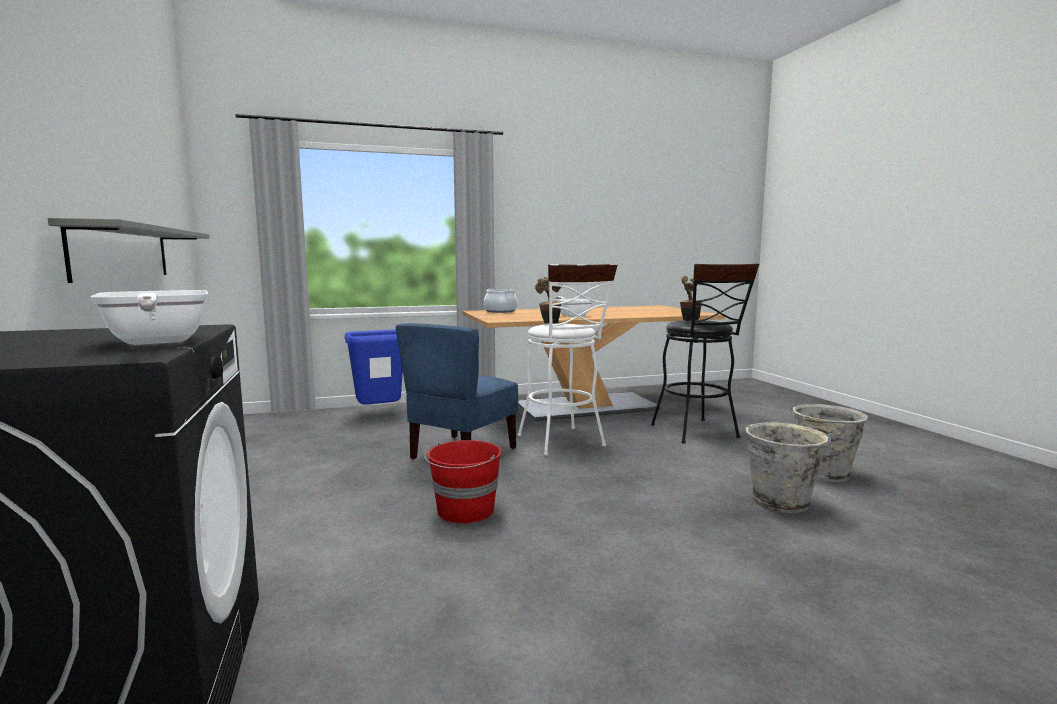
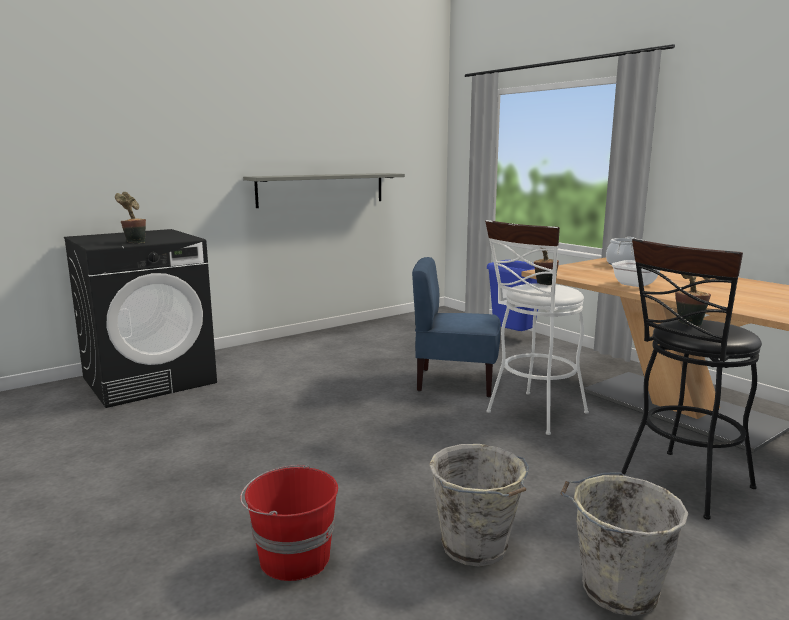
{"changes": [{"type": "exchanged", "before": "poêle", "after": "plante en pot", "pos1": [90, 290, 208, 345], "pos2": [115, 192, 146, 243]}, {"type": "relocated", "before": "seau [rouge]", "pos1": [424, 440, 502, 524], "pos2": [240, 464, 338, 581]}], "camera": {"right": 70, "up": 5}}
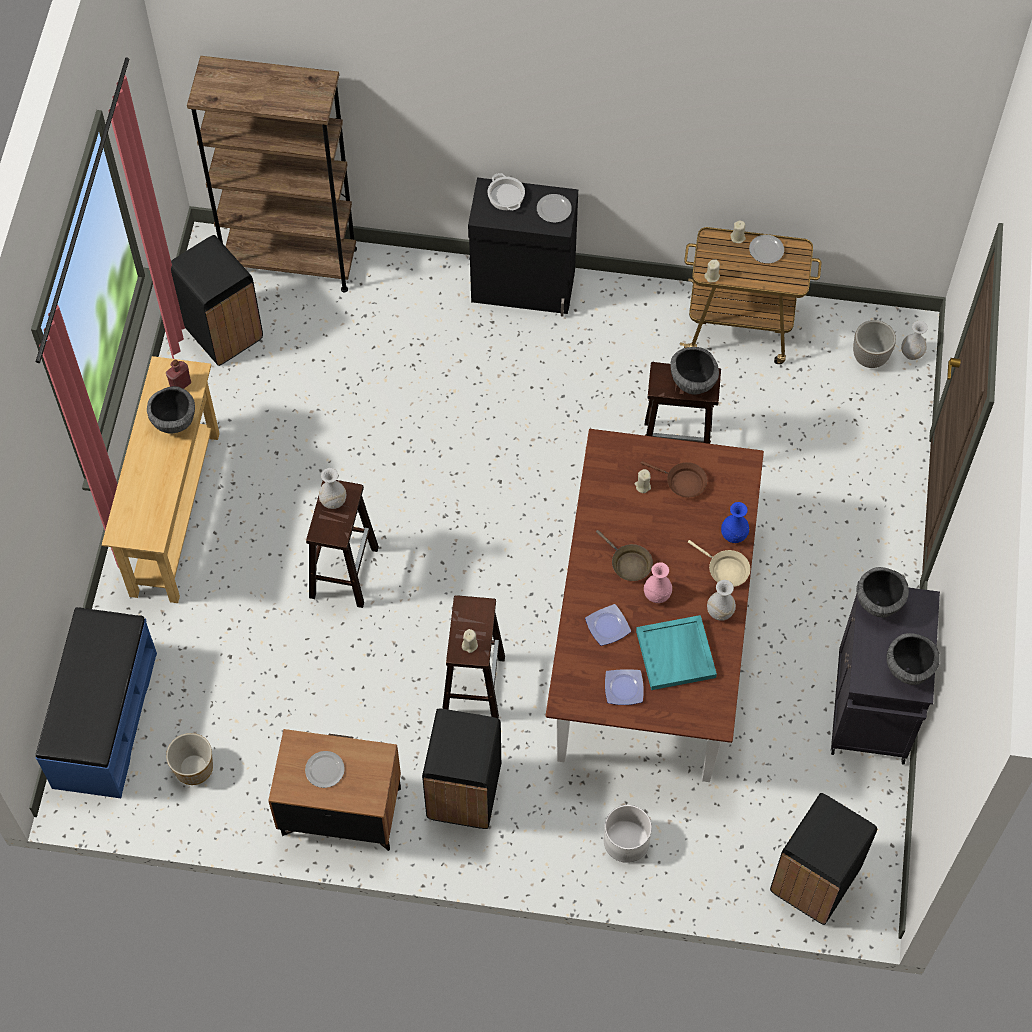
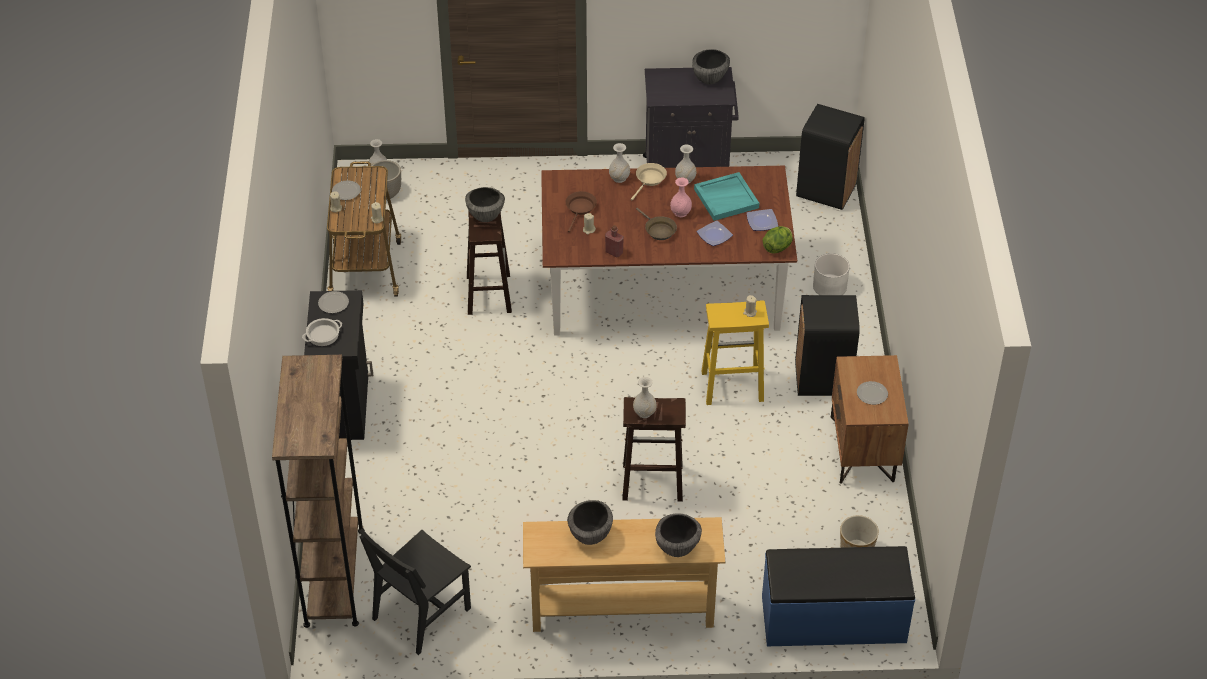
{"changes": [{"type": "relocated", "before": "bouteille [rouge]", "pos1": [166, 360, 191, 389], "pos2": [605, 225, 624, 257]}, {"type": "exchanged", "before": "poubelle [noir]", "after": "chaise [noir]", "pos1": [171, 235, 263, 366], "pos2": [359, 529, 471, 655]}, {"type": "colour", "before": "tabouret [marron]", "after": "tabouret [jaune]", "pos1": [442, 595, 505, 719], "pos2": [701, 300, 769, 405]}, {"type": "spun", "before": "poêle [marron]", "pos1": [596, 530, 653, 581], "pos2": [636, 208, 677, 240], "turn": 105}, {"type": "colour", "before": "vase [bleu]", "after": "vase [blanc]", "pos1": [721, 502, 749, 543], "pos2": [609, 143, 630, 183]}, {"type": "relocated", "before": "bol", "pos1": [857, 567, 909, 617], "pos2": [655, 514, 702, 557]}, {"type": "appeared", "after": "laitue", "pos2": [762, 226, 793, 254]}], "camera": {"right": -100, "up": -15}}
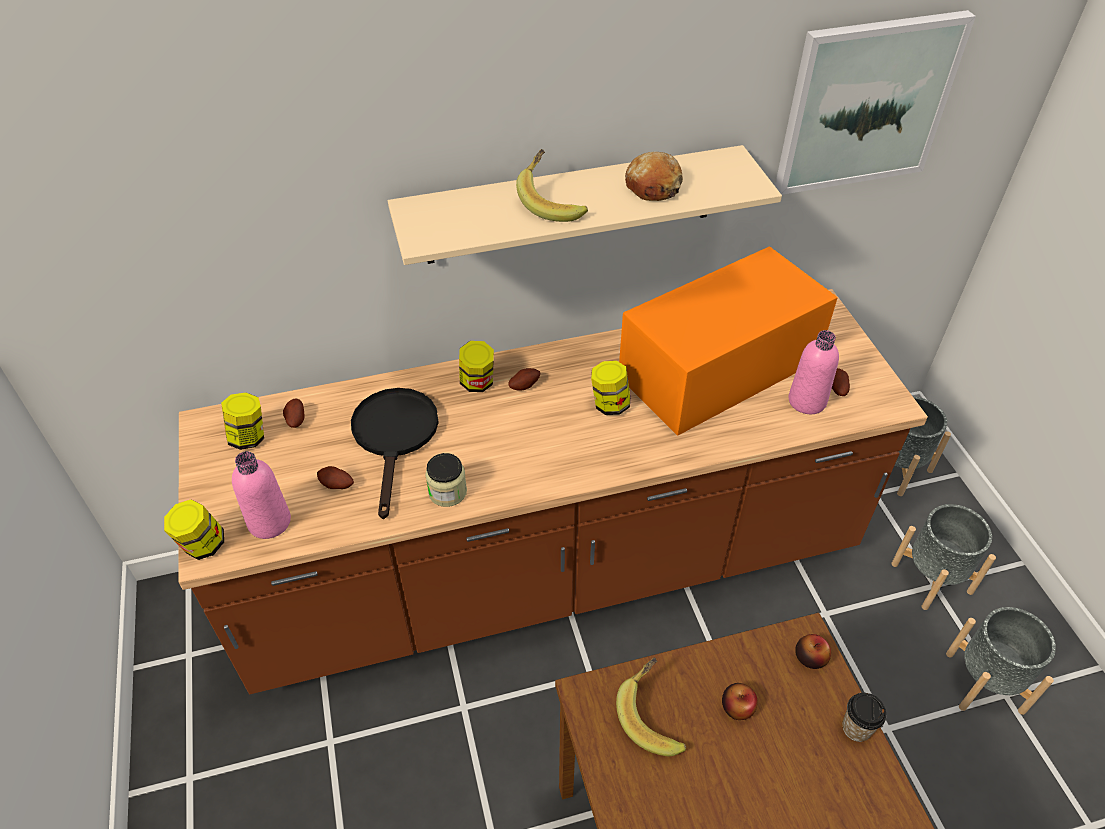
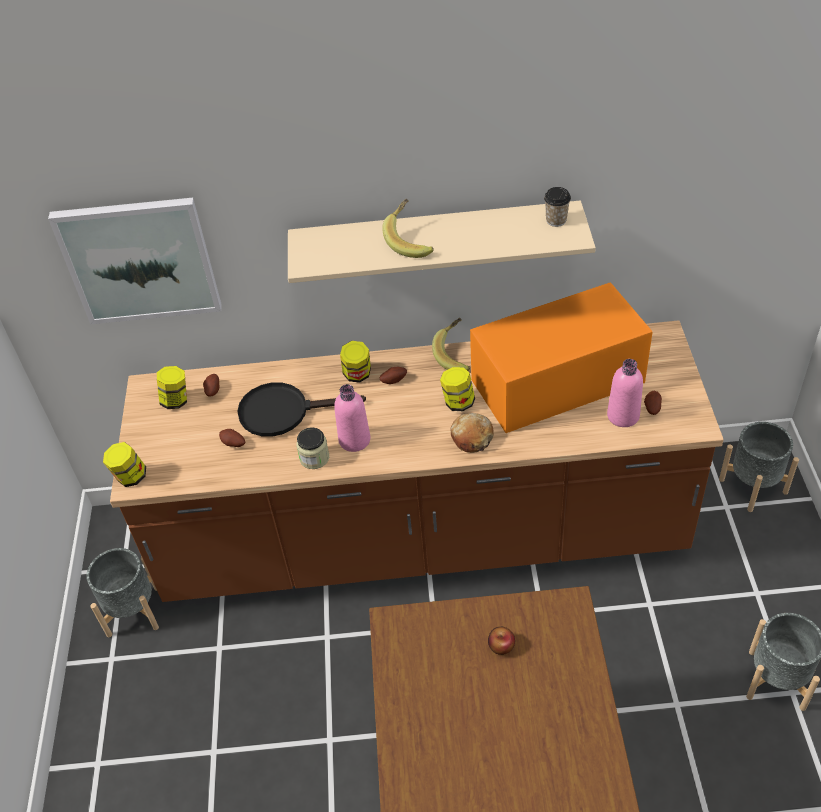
{"changes": [{"type": "relocated", "before": "bouteille [rose]", "pos1": [232, 451, 291, 539], "pos2": [334, 384, 370, 452]}, {"type": "spun", "before": "poêle [noir]", "pos1": [351, 388, 439, 519], "pos2": [237, 382, 366, 437], "turn": -105}, {"type": "relocated", "before": "banane", "pos1": [616, 657, 686, 756], "pos2": [432, 318, 470, 371]}, {"type": "relocated", "before": "pain", "pos1": [625, 151, 683, 201], "pos2": [451, 413, 494, 453]}, {"type": "relocated", "before": "tableau", "pos1": [775, 10, 976, 195], "pos2": [48, 198, 222, 325]}, {"type": "missing", "before": "pomme", "pos1": [795, 634, 831, 669]}, {"type": "relocated", "before": "tasse", "pos1": [842, 693, 886, 742], "pos2": [544, 187, 571, 227]}, {"type": "relocated", "before": "cache-pot [gris]", "pos1": [891, 504, 996, 610], "pos2": [86, 548, 159, 637]}], "camera": {"right": 15, "up": 0}}
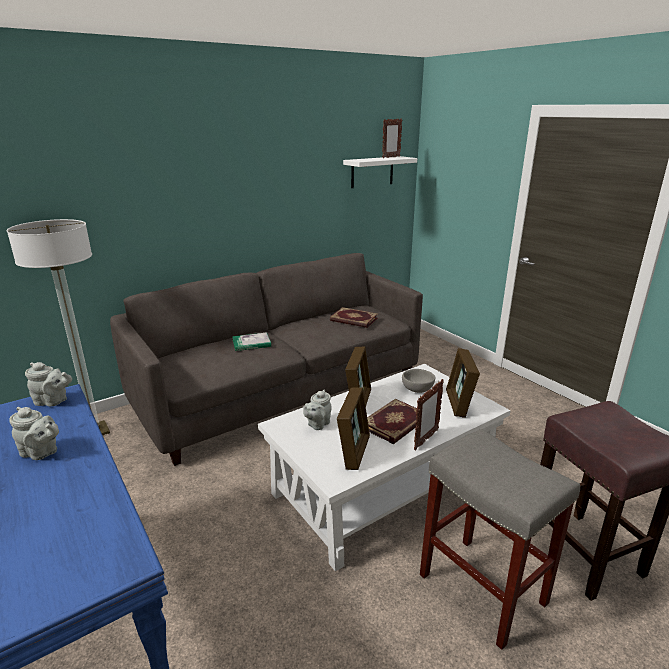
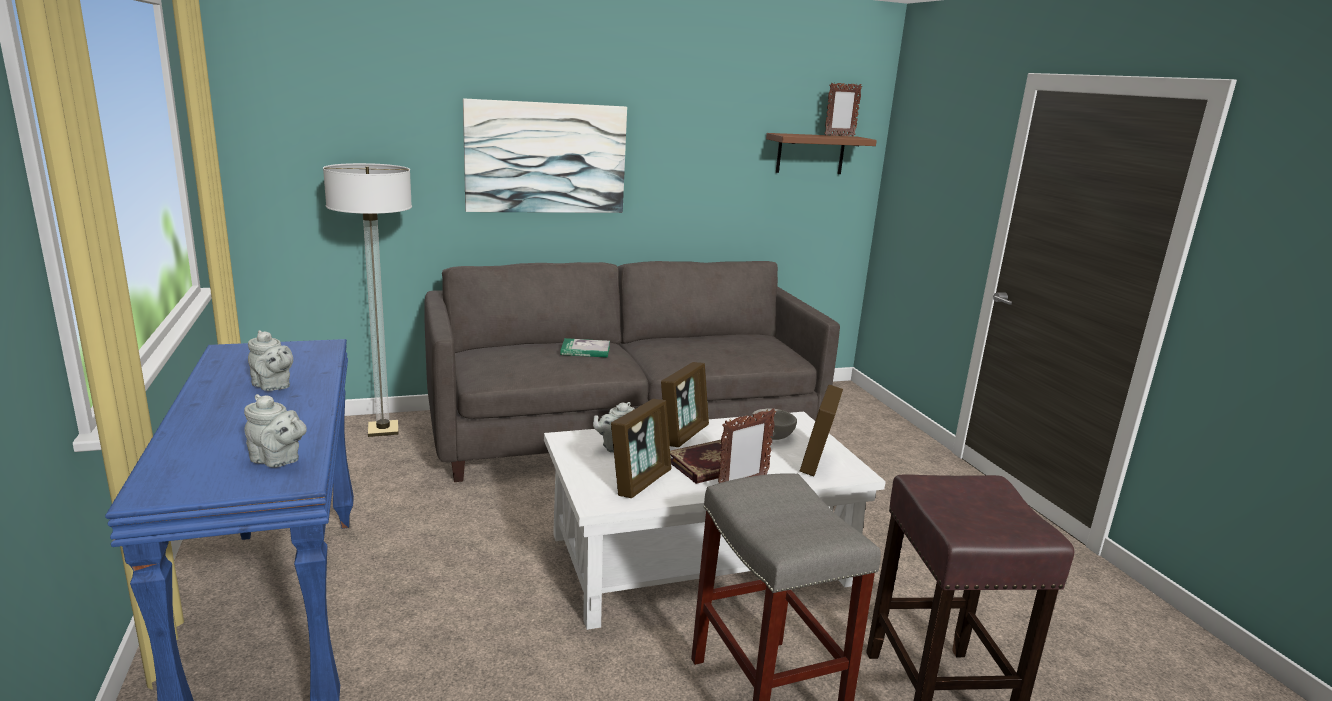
{"changes": [{"type": "relocated", "before": "théière [gris]", "pos1": [25, 362, 72, 406], "pos2": [244, 394, 307, 468]}, {"type": "missing", "before": "livre", "pos1": [330, 307, 378, 328]}, {"type": "colour", "before": "étagère [blanc]", "after": "étagère [marron]", "pos1": [343, 156, 417, 188], "pos2": [766, 133, 877, 174]}, {"type": "appeared", "after": "tableau", "pos2": [463, 98, 627, 213]}], "camera": {"right": 15, "up": -5}}
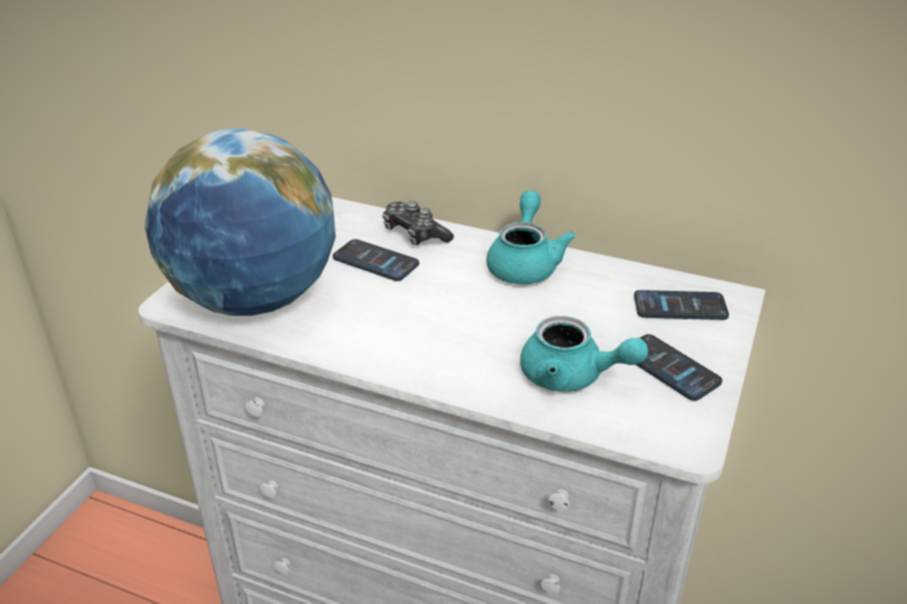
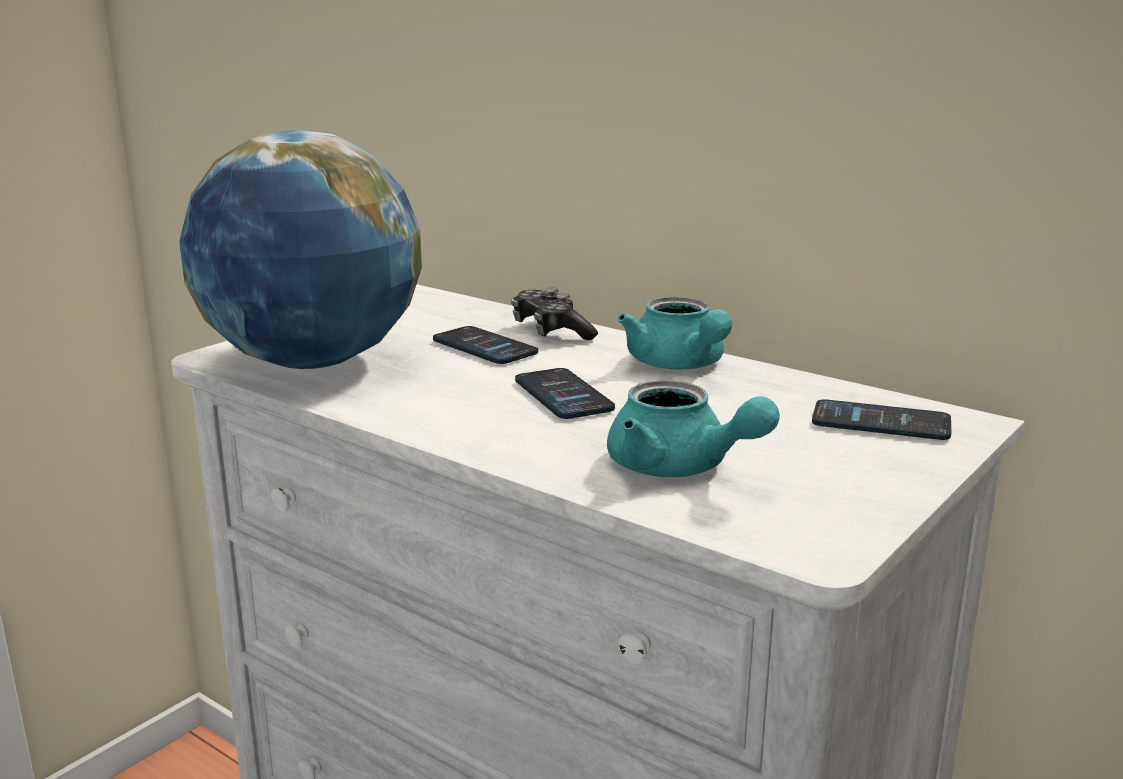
{"changes": [{"type": "spun", "before": "théière [turquoise]", "pos1": [486, 190, 576, 284], "pos2": [618, 297, 732, 370], "turn": 135}, {"type": "relocated", "before": "téléphone", "pos1": [635, 334, 722, 401], "pos2": [515, 368, 615, 419]}], "camera": {"right": 15, "up": -15}}
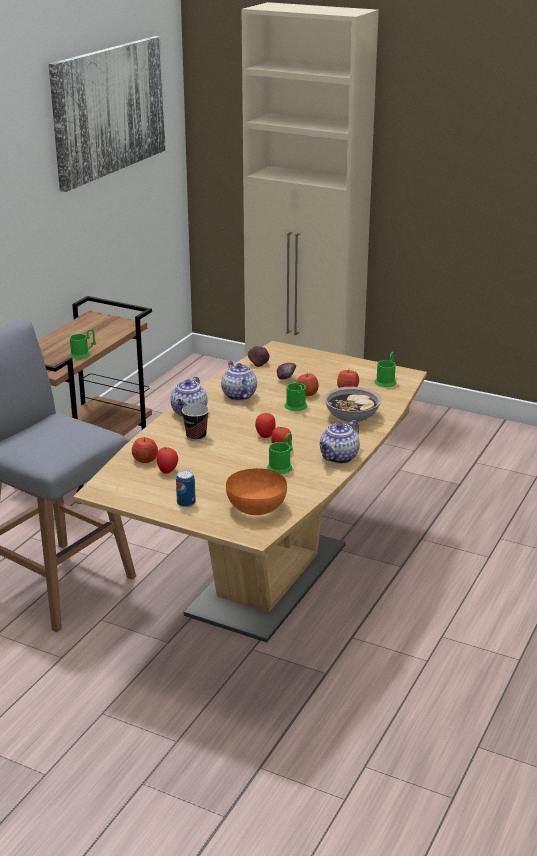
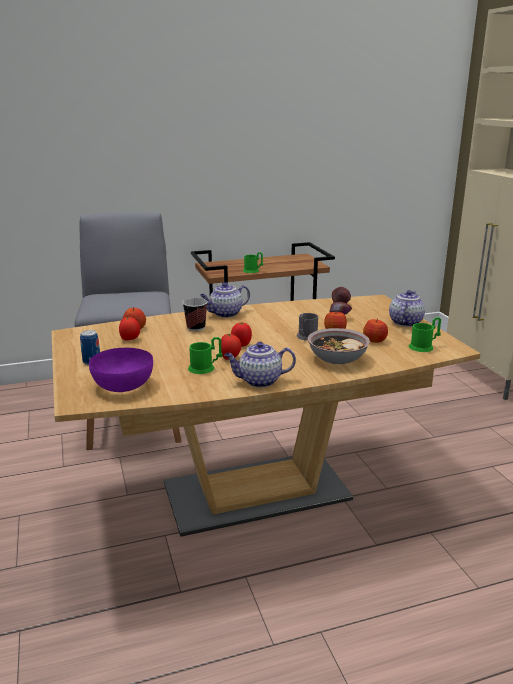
{"changes": [{"type": "missing", "before": "tableau", "pos1": [49, 36, 165, 192]}, {"type": "relocated", "before": "théière", "pos1": [221, 361, 257, 401], "pos2": [389, 290, 425, 327]}, {"type": "colour", "before": "bol [orange]", "after": "bol [violet]", "pos1": [226, 468, 287, 515], "pos2": [89, 348, 153, 392]}, {"type": "colour", "before": "mug [vert]", "after": "mug [gris]", "pos1": [284, 383, 307, 411], "pos2": [296, 313, 318, 341]}], "camera": {"right": 45, "up": -5}}
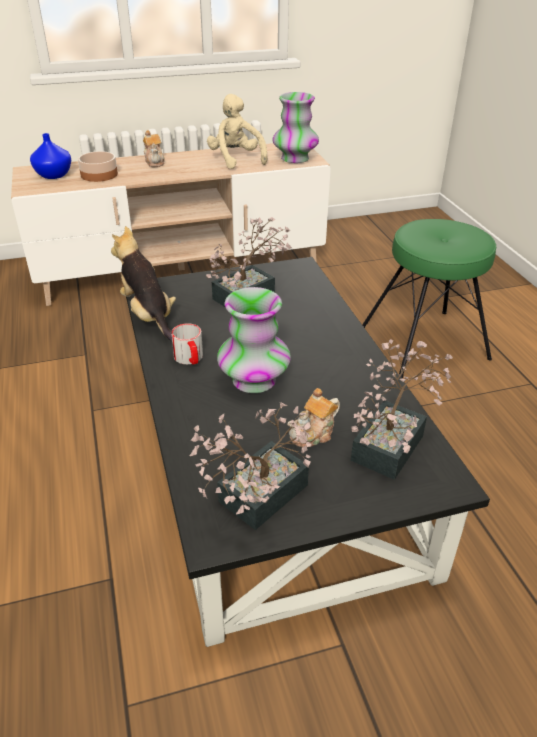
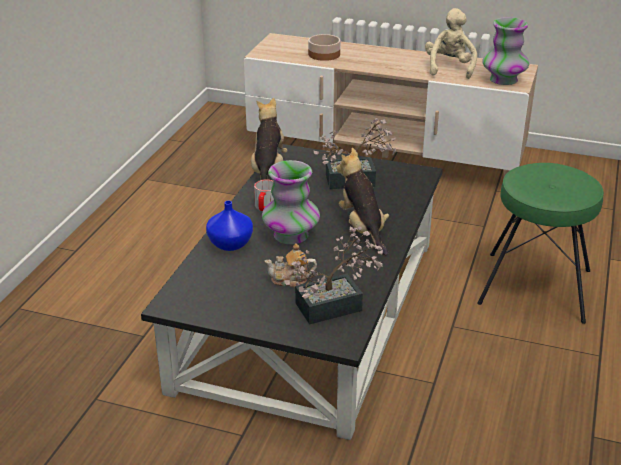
{"changes": [{"type": "relocated", "before": "vase [bleu]", "pos1": [30, 133, 71, 179], "pos2": [206, 201, 253, 251]}, {"type": "missing", "before": "théière", "pos1": [143, 130, 165, 167]}, {"type": "missing", "before": "plante en pot", "pos1": [189, 402, 312, 530]}, {"type": "appeared", "after": "peluche", "pos2": [336, 148, 389, 255]}], "camera": {"right": 35, "up": -5}}
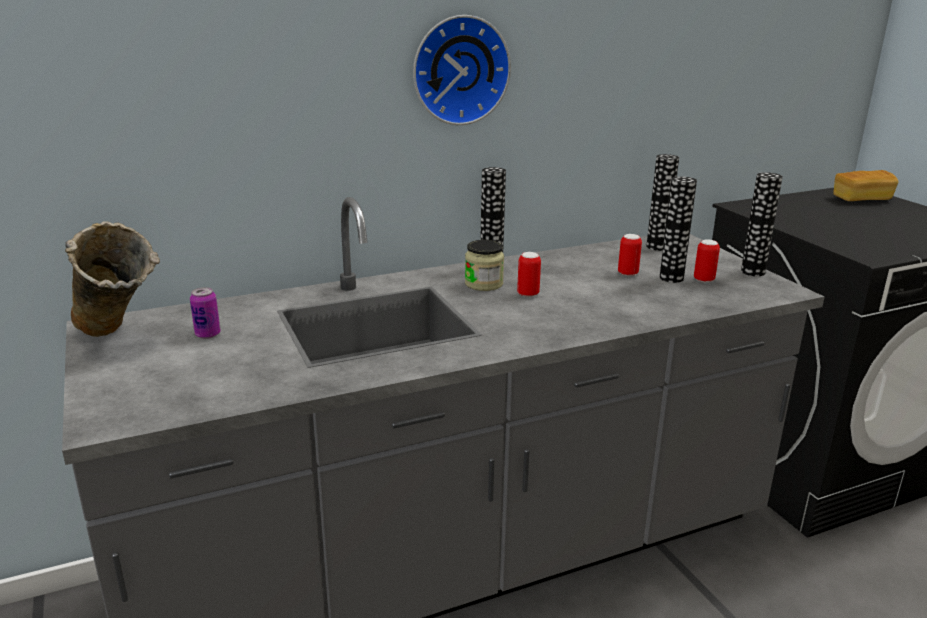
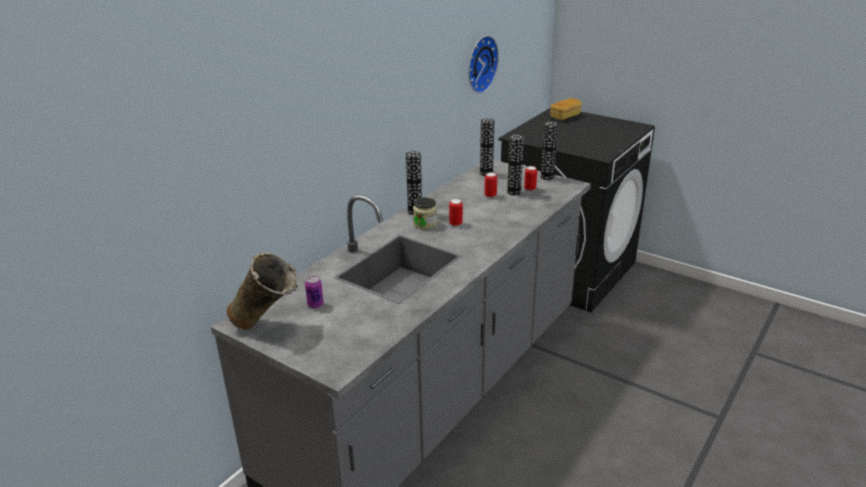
{"changes": [{"type": "relocated", "before": "horloge murale", "pos1": [413, 15, 511, 125], "pos2": [468, 35, 499, 93]}], "camera": {"right": -30, "up": 5}}
